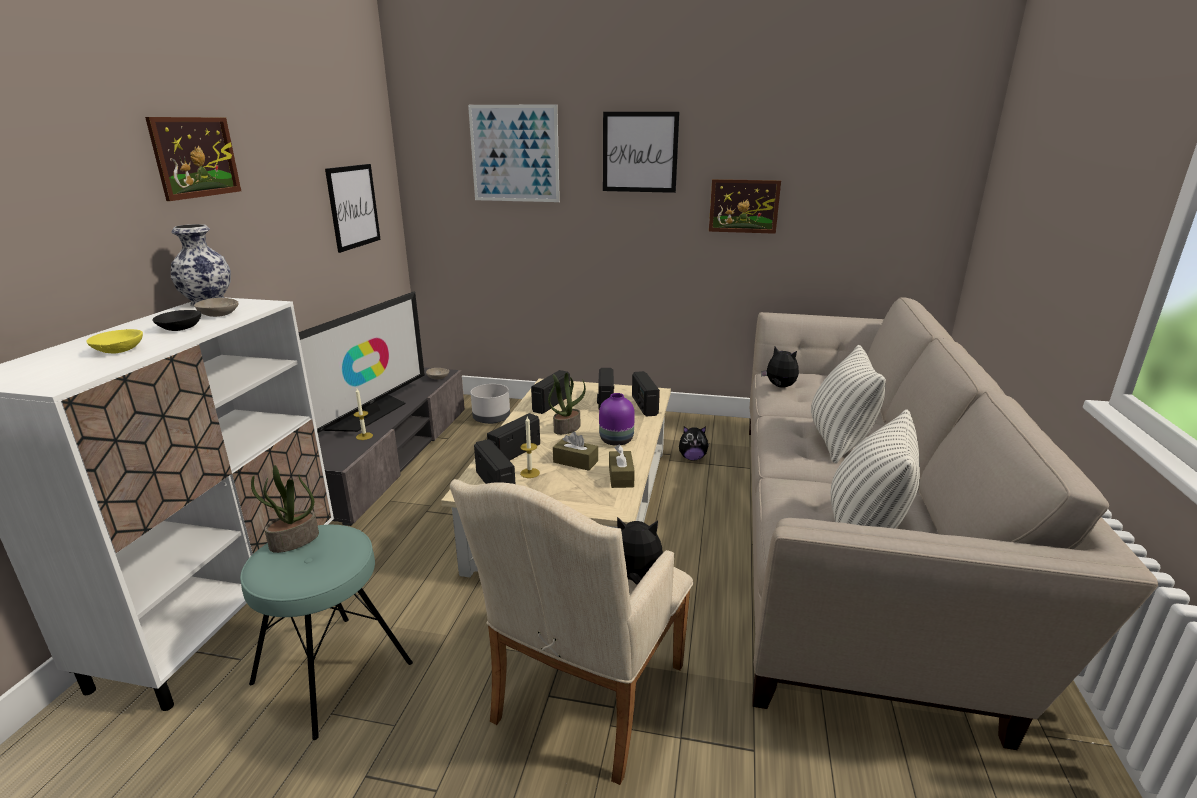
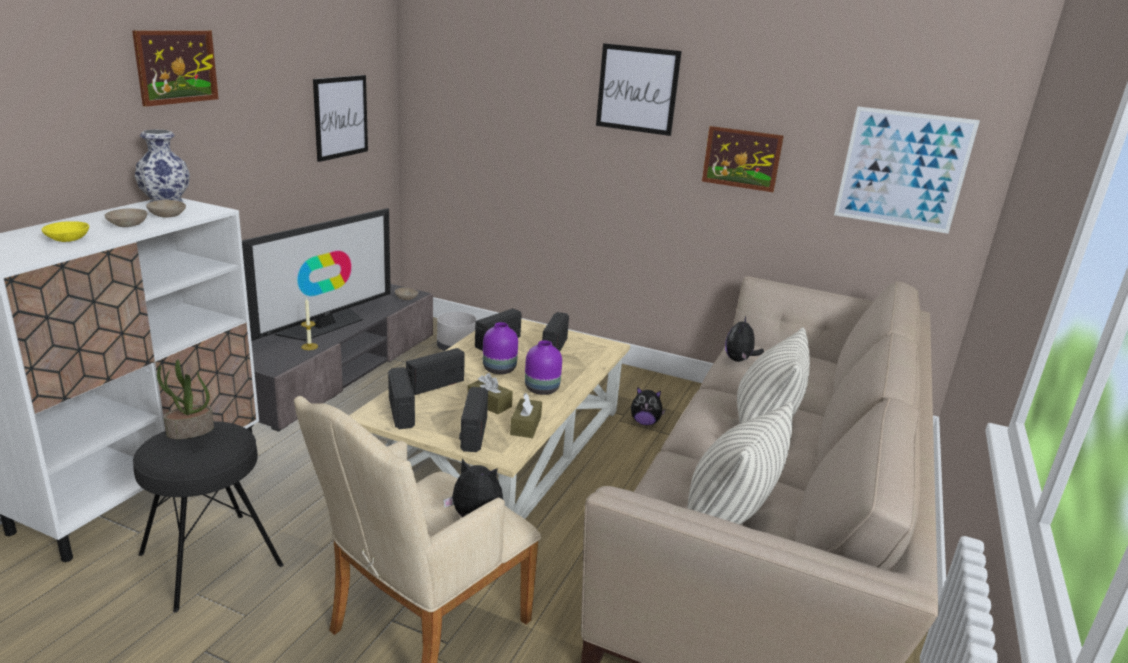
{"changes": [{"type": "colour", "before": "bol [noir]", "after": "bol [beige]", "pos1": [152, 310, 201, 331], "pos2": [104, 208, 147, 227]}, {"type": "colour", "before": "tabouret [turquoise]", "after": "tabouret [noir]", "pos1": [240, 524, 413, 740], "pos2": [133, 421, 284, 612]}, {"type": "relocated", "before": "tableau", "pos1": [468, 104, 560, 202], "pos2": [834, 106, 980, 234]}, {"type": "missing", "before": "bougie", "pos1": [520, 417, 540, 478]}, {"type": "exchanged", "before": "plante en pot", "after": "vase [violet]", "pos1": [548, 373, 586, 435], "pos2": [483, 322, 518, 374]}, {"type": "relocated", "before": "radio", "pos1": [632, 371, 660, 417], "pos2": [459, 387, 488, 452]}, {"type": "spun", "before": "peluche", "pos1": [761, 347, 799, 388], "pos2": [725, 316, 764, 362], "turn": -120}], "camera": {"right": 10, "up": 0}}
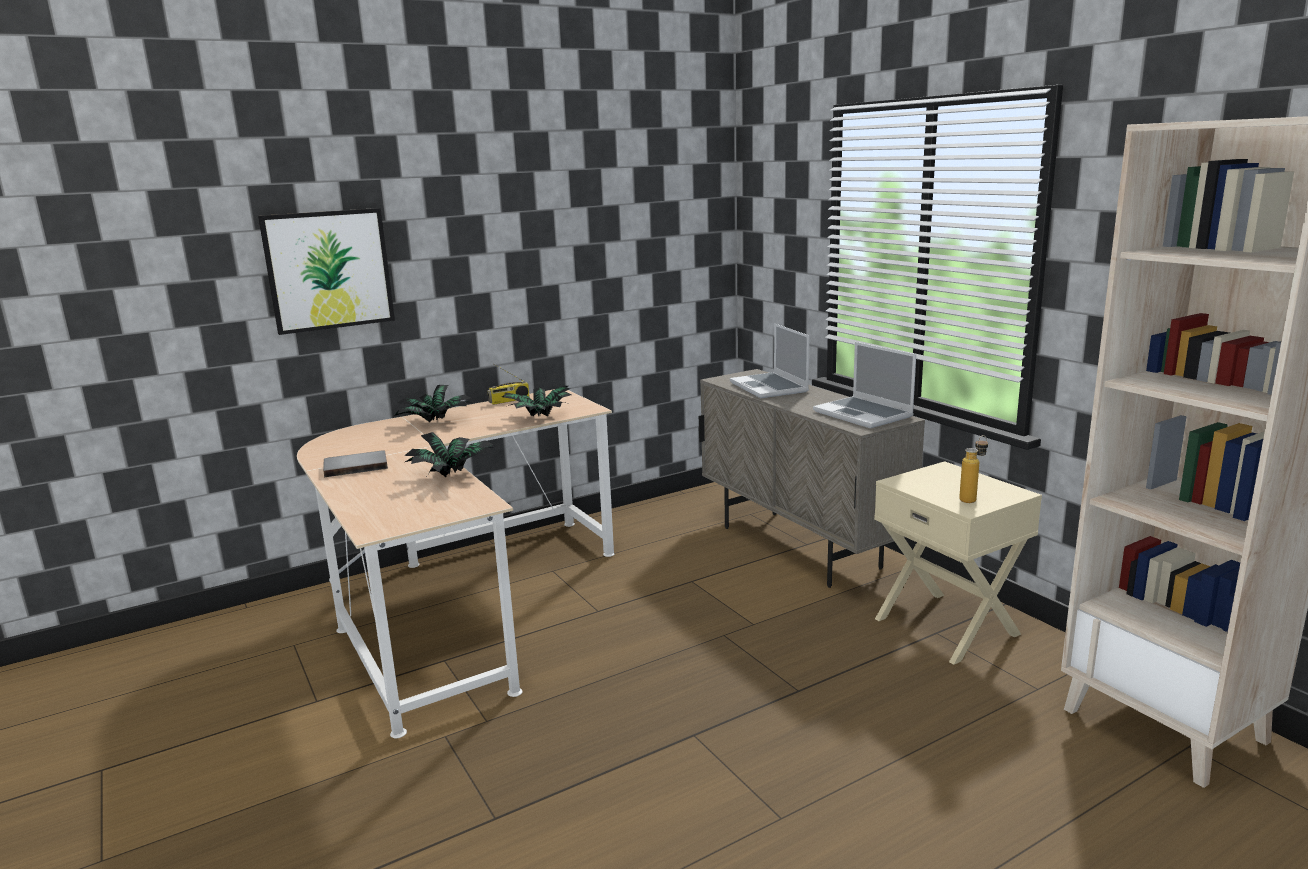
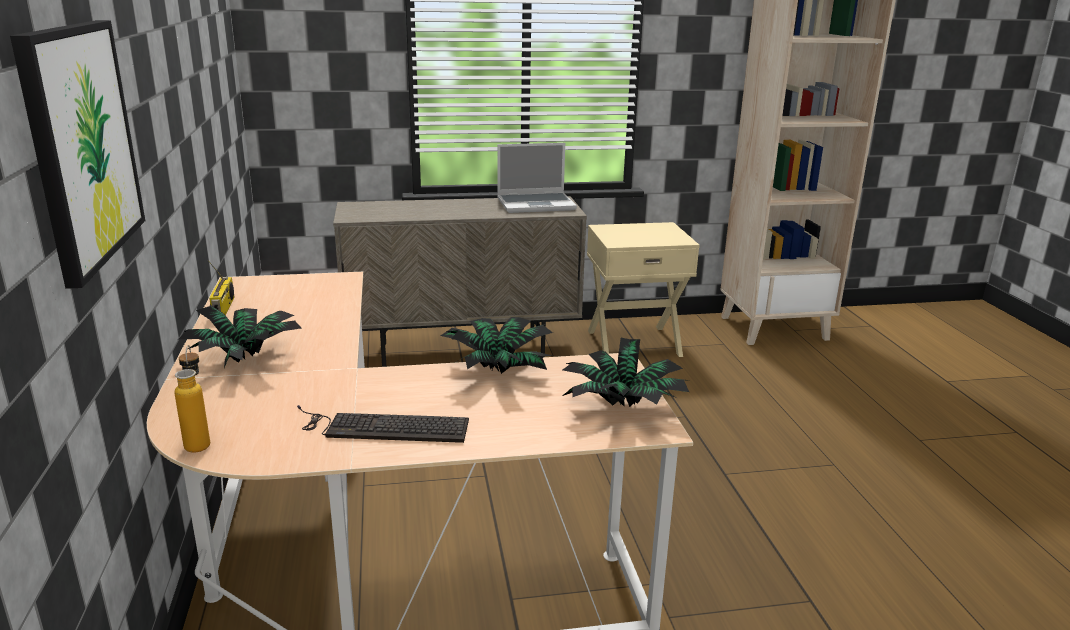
{"changes": [{"type": "exchanged", "before": "livre [gris]", "after": "clavier", "pos1": [323, 450, 388, 477], "pos2": [297, 405, 469, 443]}, {"type": "relocated", "before": "plante en pot", "pos1": [502, 386, 572, 417], "pos2": [562, 338, 691, 407]}, {"type": "missing", "before": "ordinateur portable", "pos1": [730, 323, 809, 398]}, {"type": "relocated", "before": "bouteille", "pos1": [959, 435, 988, 503], "pos2": [174, 345, 210, 453]}], "camera": {"right": -70, "up": 5}}
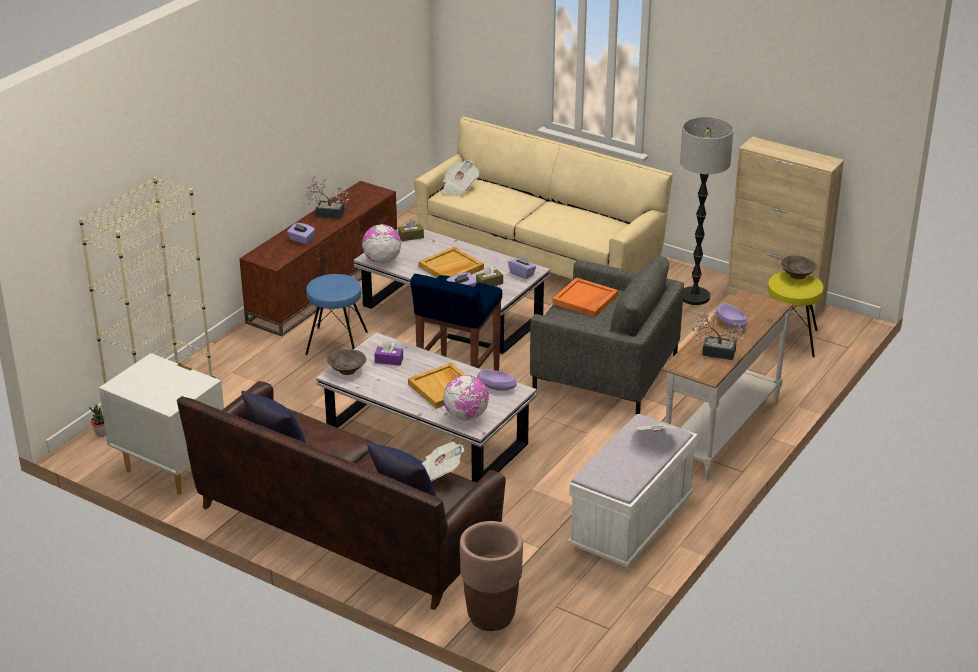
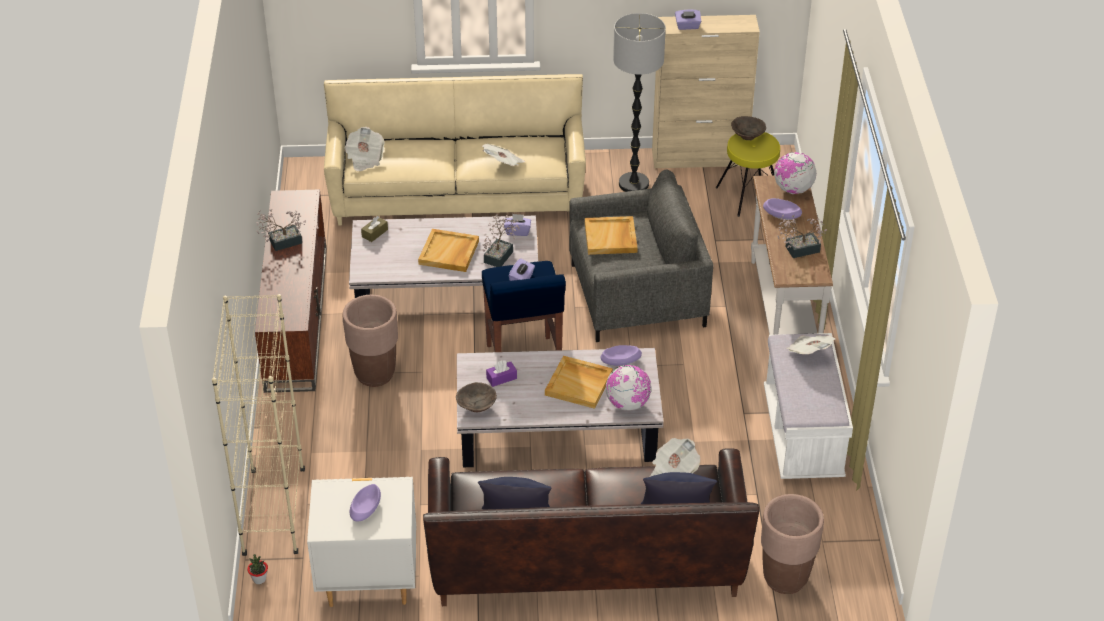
{"changes": [{"type": "relocated", "before": "boîte à mouchoirs [violet]", "pos1": [287, 223, 315, 244], "pos2": [675, 10, 701, 30]}, {"type": "exchanged", "before": "tabouret [bleu]", "after": "cache-pot [marron]", "pos1": [305, 274, 368, 355], "pos2": [343, 295, 398, 387]}, {"type": "relocated", "before": "globe", "pos1": [362, 224, 402, 264], "pos2": [774, 152, 816, 194]}, {"type": "exchanged", "before": "boîte à mouchoirs [marron]", "after": "plante en pot", "pos1": [476, 265, 503, 286], "pos2": [483, 215, 520, 267]}, {"type": "colour", "before": "plateau [orange]", "after": "plateau [beige]", "pos1": [552, 277, 618, 317], "pos2": [585, 216, 638, 255]}, {"type": "appeared", "after": "bol [violet]", "pos2": [350, 484, 381, 522]}, {"type": "appeared", "after": "journal", "pos2": [482, 144, 525, 166]}], "camera": {"right": -35, "up": 10}}
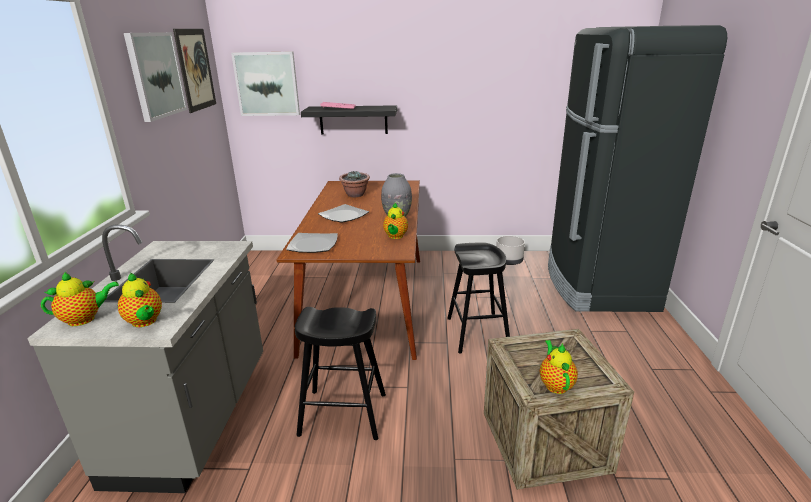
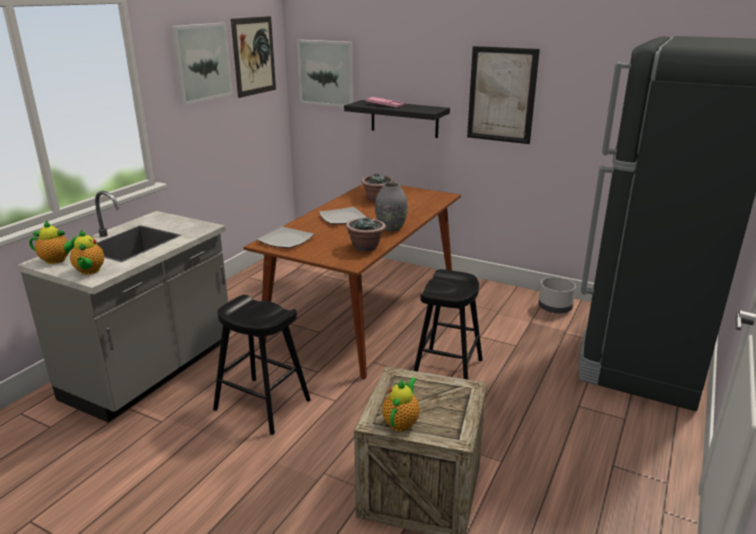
{"changes": [{"type": "exchanged", "before": "théière", "after": "plante en pot", "pos1": [383, 203, 408, 239], "pos2": [346, 216, 386, 252]}, {"type": "appeared", "after": "tableau", "pos2": [467, 46, 540, 144]}], "camera": {"right": 25, "up": 0}}
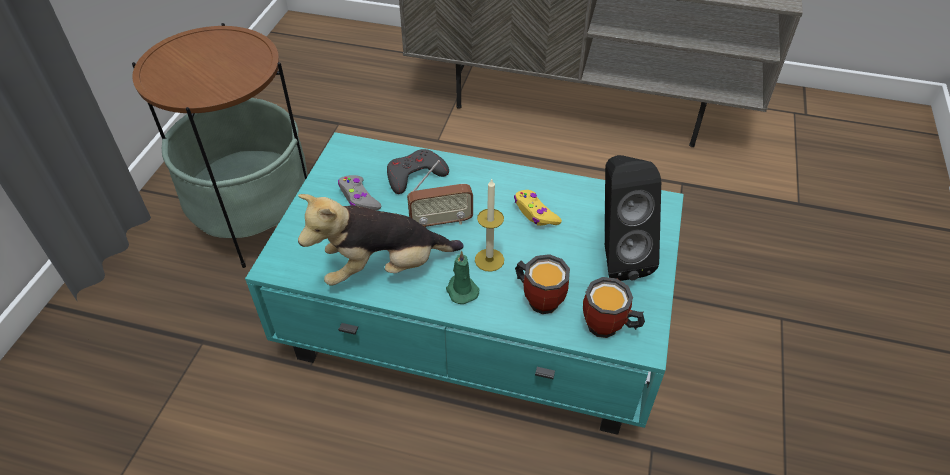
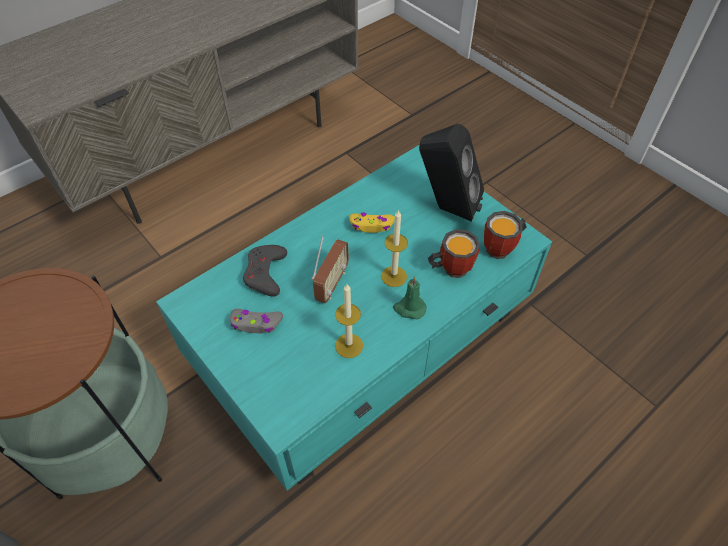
{"changes": [{"type": "exchanged", "before": "peluche", "after": "bougie", "pos1": [298, 194, 464, 286], "pos2": [335, 284, 363, 358]}], "camera": {"right": -55, "up": 5}}
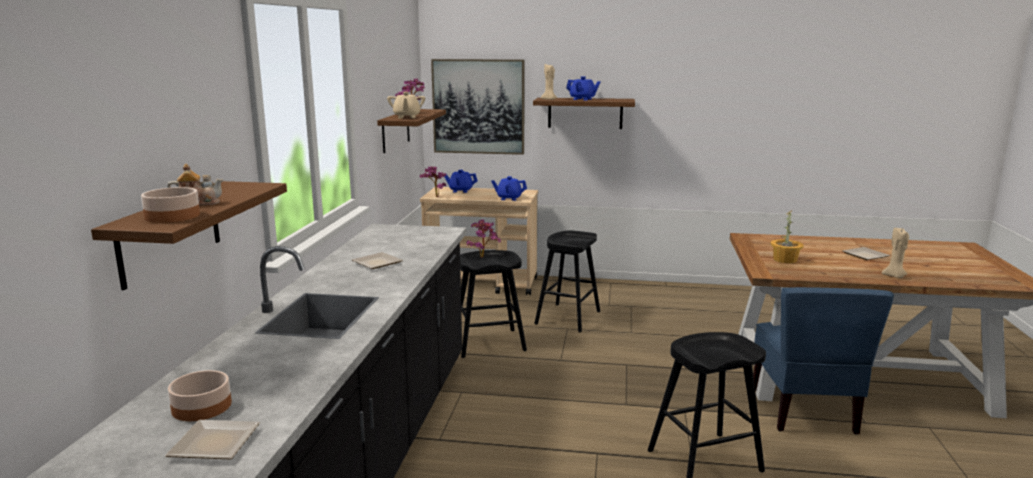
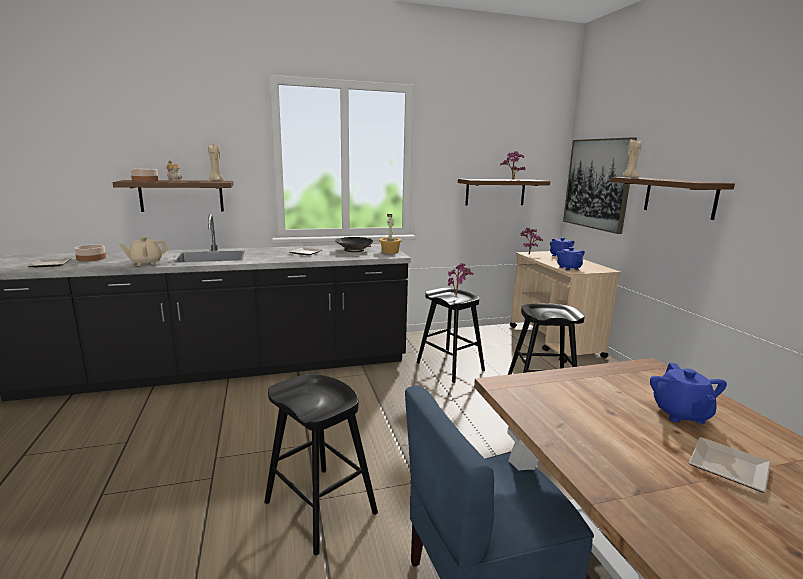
{"changes": [{"type": "relocated", "before": "théière [beige]", "pos1": [387, 92, 425, 118], "pos2": [119, 237, 168, 266]}, {"type": "relocated", "before": "théière [bleu]", "pos1": [566, 76, 601, 100], "pos2": [650, 363, 727, 424]}, {"type": "relocated", "before": "plante en pot", "pos1": [770, 210, 804, 264], "pos2": [379, 214, 402, 254]}, {"type": "relocated", "before": "bougie [beige]", "pos1": [882, 228, 909, 278], "pos2": [208, 143, 223, 181]}, {"type": "appeared", "after": "bol [noir]", "pos2": [335, 237, 373, 252]}], "camera": {"right": 65, "up": 0}}
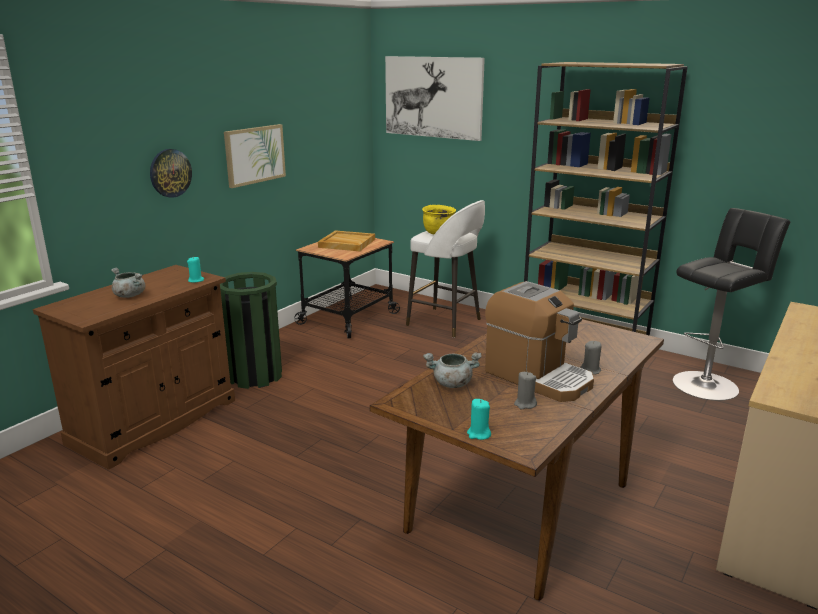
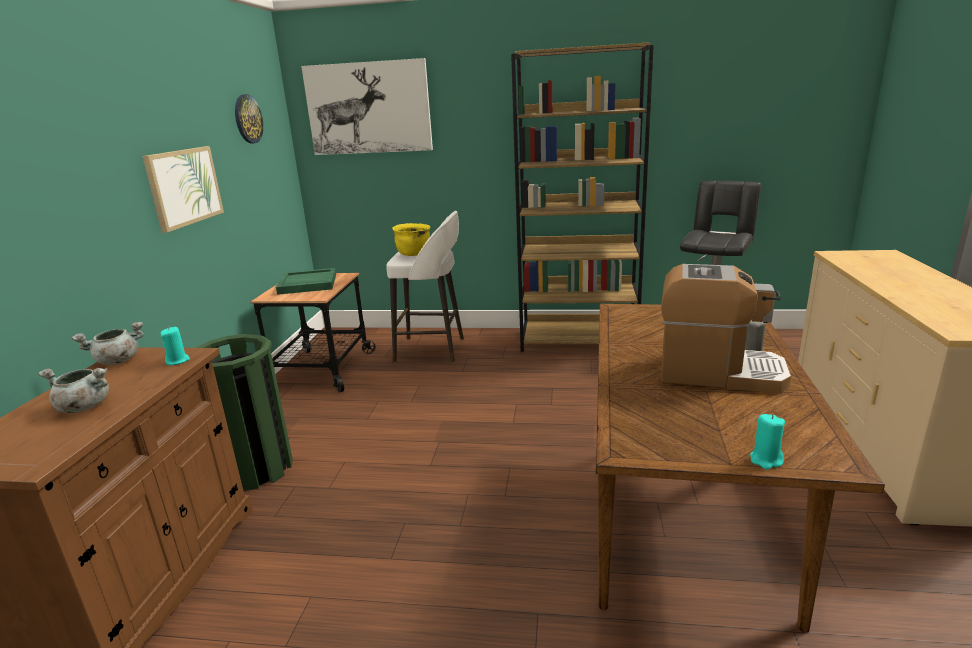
{"changes": [{"type": "relocated", "before": "horloge murale", "pos1": [150, 149, 192, 198], "pos2": [235, 94, 263, 144]}, {"type": "colour", "before": "plateau [beige]", "after": "plateau [vert]", "pos1": [318, 230, 375, 251], "pos2": [276, 268, 336, 295]}, {"type": "relocated", "before": "marmite [gris]", "pos1": [423, 352, 482, 388], "pos2": [72, 322, 144, 365]}, {"type": "missing", "before": "bougie [gris]", "pos1": [514, 372, 537, 409]}], "camera": {"right": -25, "up": 0}}
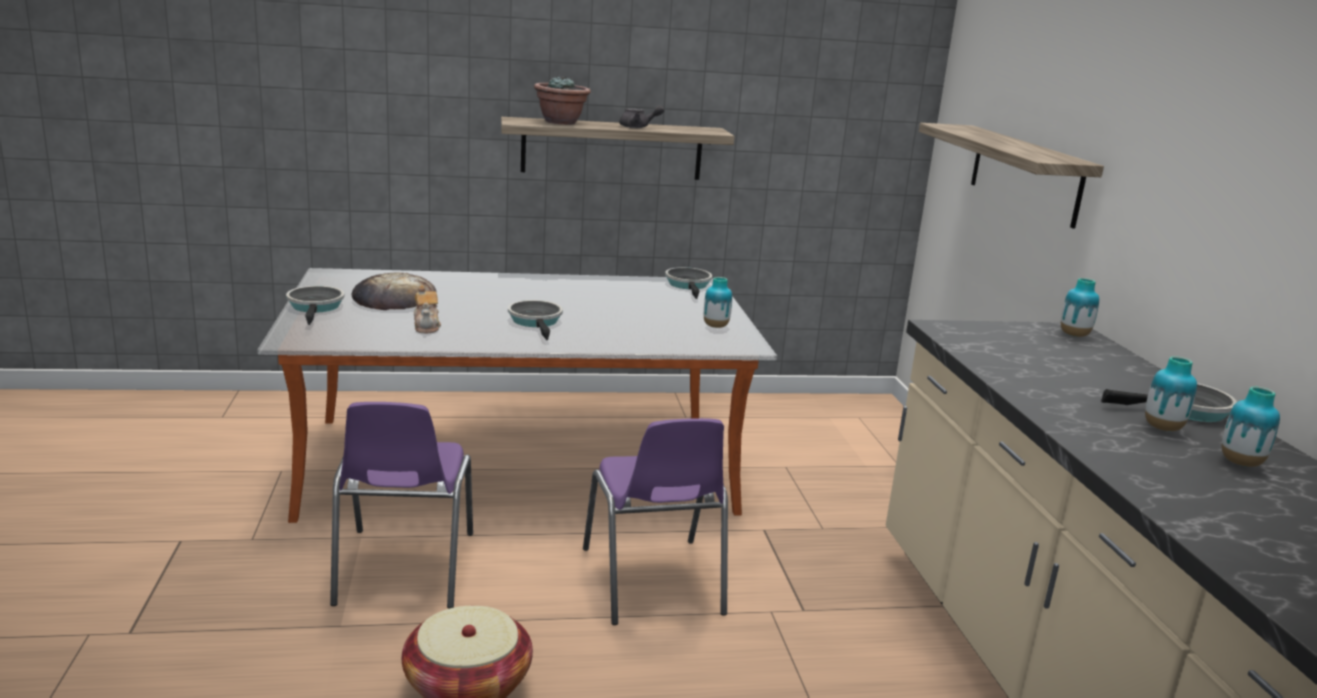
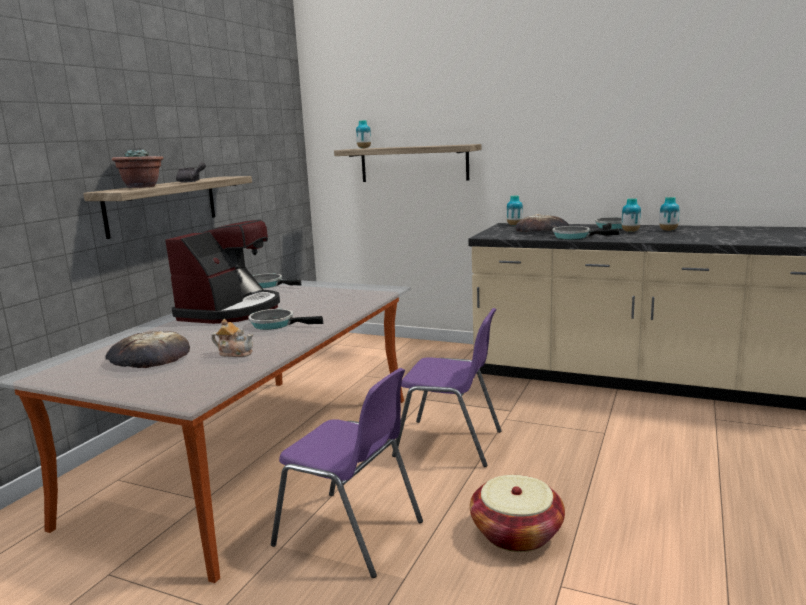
{"changes": [{"type": "relocated", "before": "poêle", "pos1": [286, 286, 345, 325], "pos2": [553, 226, 620, 239]}, {"type": "relocated", "before": "vase", "pos1": [704, 277, 732, 328], "pos2": [356, 120, 371, 148]}, {"type": "appeared", "after": "machine à café", "pos2": [165, 219, 280, 324]}, {"type": "appeared", "after": "pain", "pos2": [515, 214, 569, 232]}], "camera": {"right": -55, "up": -5}}
